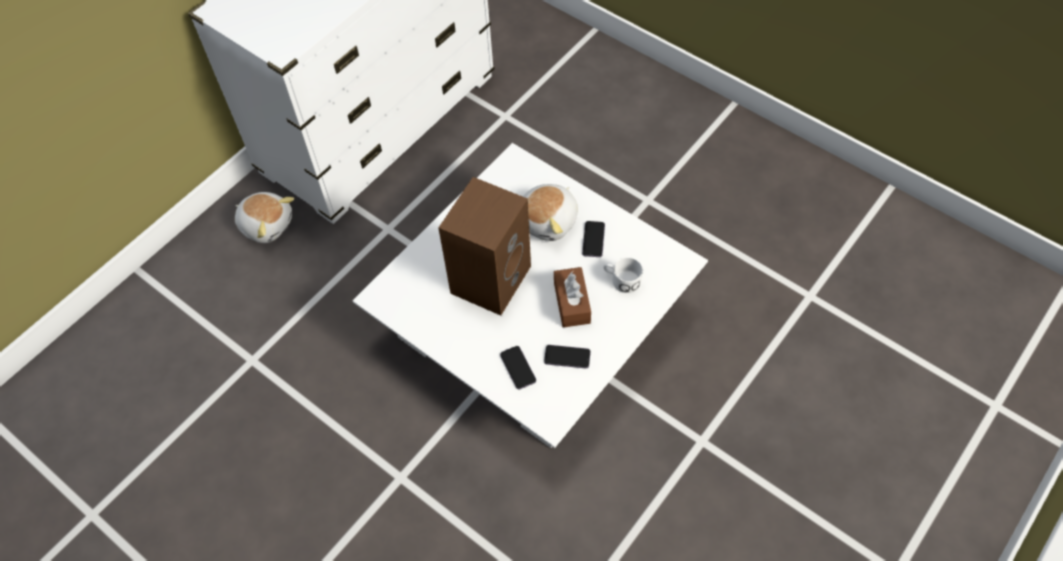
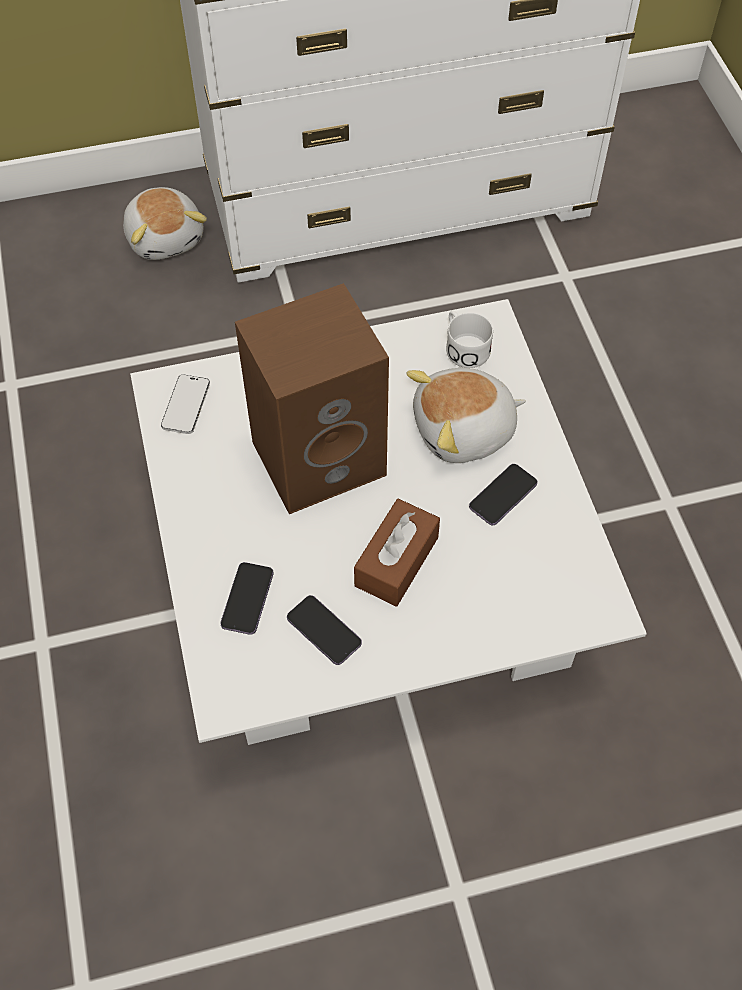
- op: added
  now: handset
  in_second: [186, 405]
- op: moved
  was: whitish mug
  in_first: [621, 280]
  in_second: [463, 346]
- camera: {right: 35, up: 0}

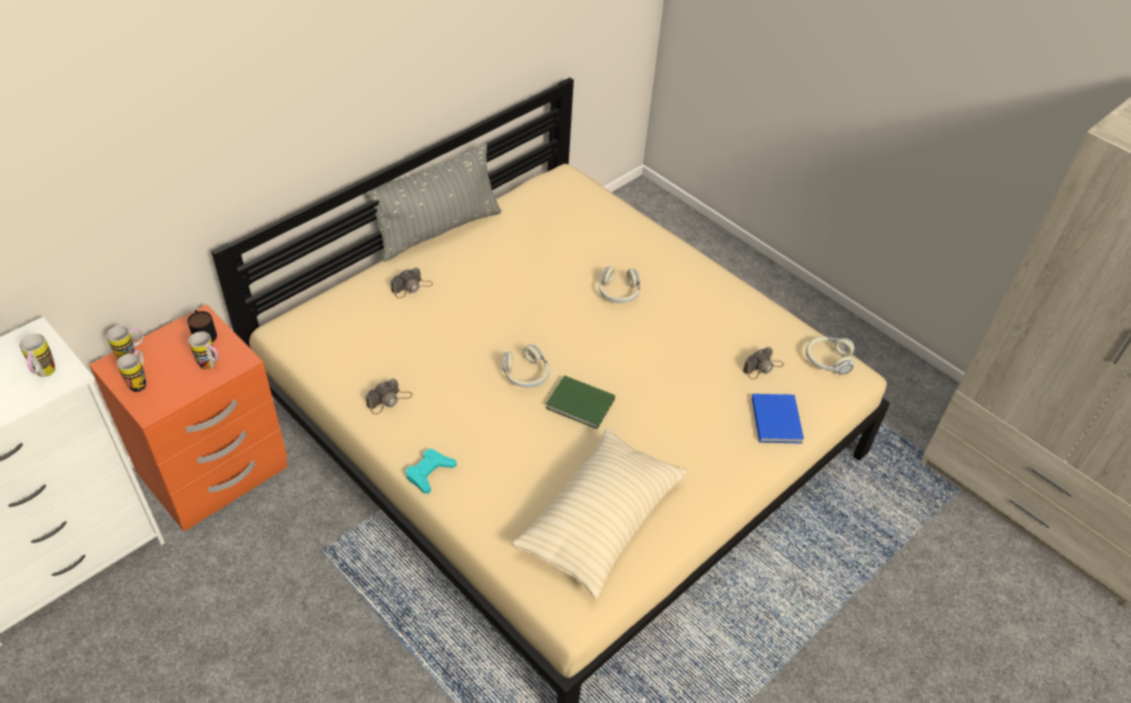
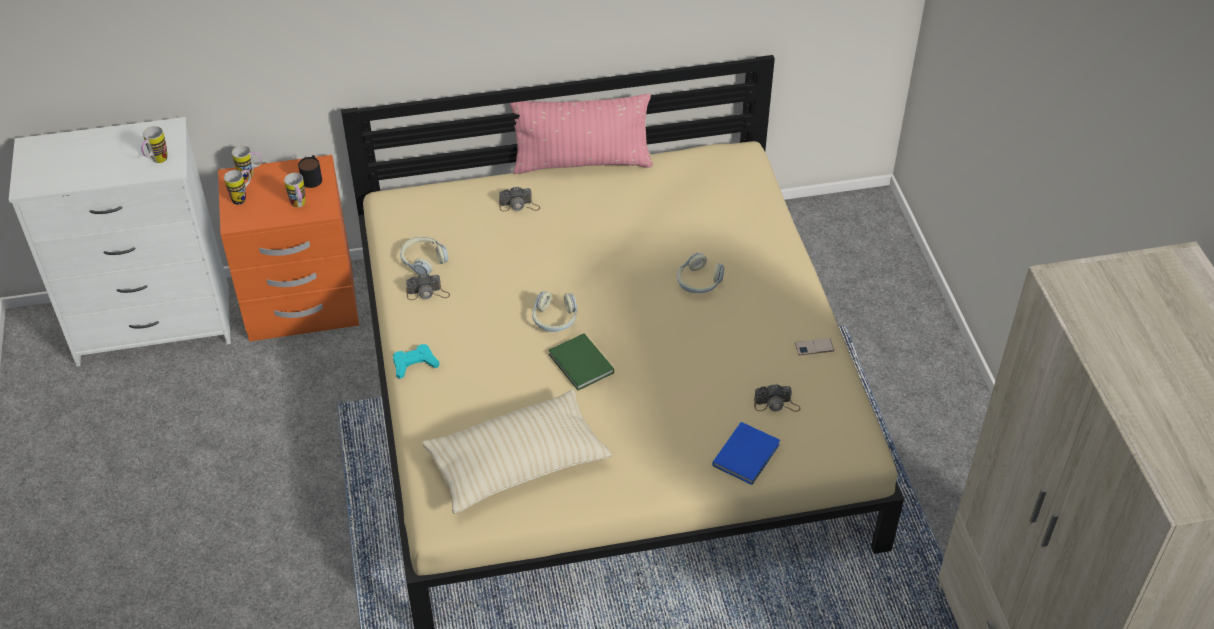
- op: moved
  was: headphones
  in_first: [827, 360]
  in_second: [423, 260]
- op: recoloured
  was: grey pillow
  now: pinkish pillow
  in_first: [438, 230]
  in_second: [582, 163]
- op: added
  now: handset
  in_second: [814, 347]
- camera: {right: 35, up: 0}

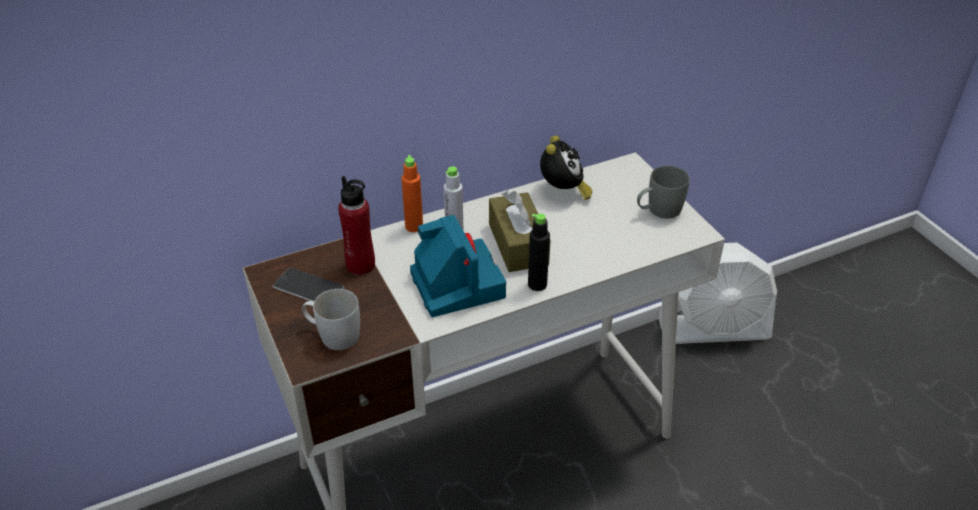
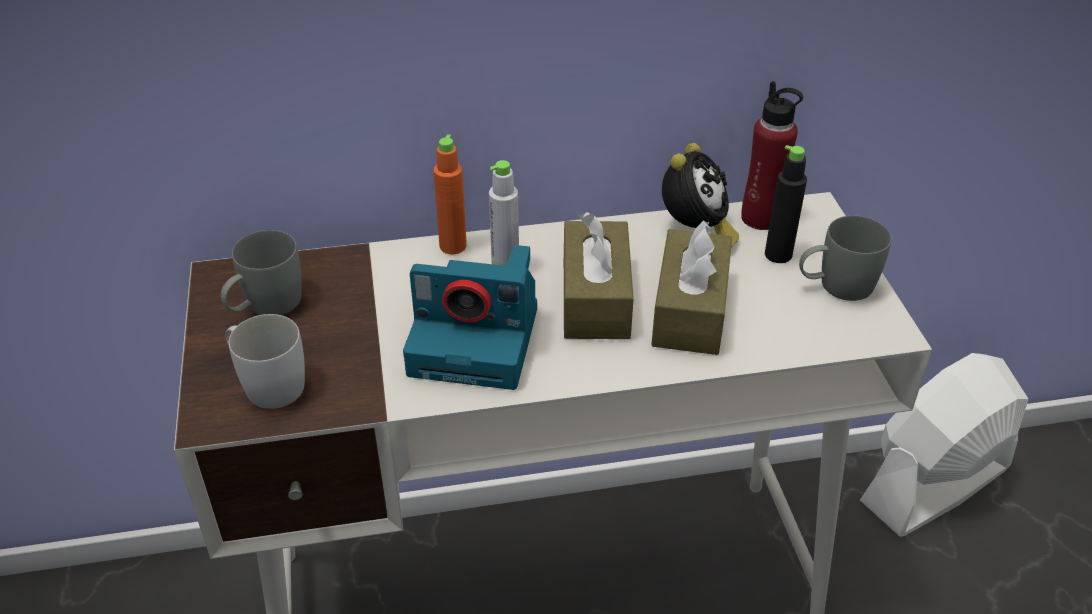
- op: replaced
  was: handset
  now: grey mug
  in_first: [308, 287]
  in_second: [265, 306]
- op: turned
  was: still camera
  in_first: [455, 283]
  in_second: [478, 340]
  clockwise: 105
- op: added
  now: brown box of tissues
  in_second: [690, 310]
- op: moved
  was: reddish bottle
  in_first: [360, 265]
  in_second: [761, 218]
- op: moved
  was: blackish bottle
  in_first: [537, 284]
  in_second: [778, 255]
- op: turned
  was: whitish fan
  in_first: [714, 329]
  in_second: [934, 485]
  clockwise: 135
- camera: {right: 15, up: 0}

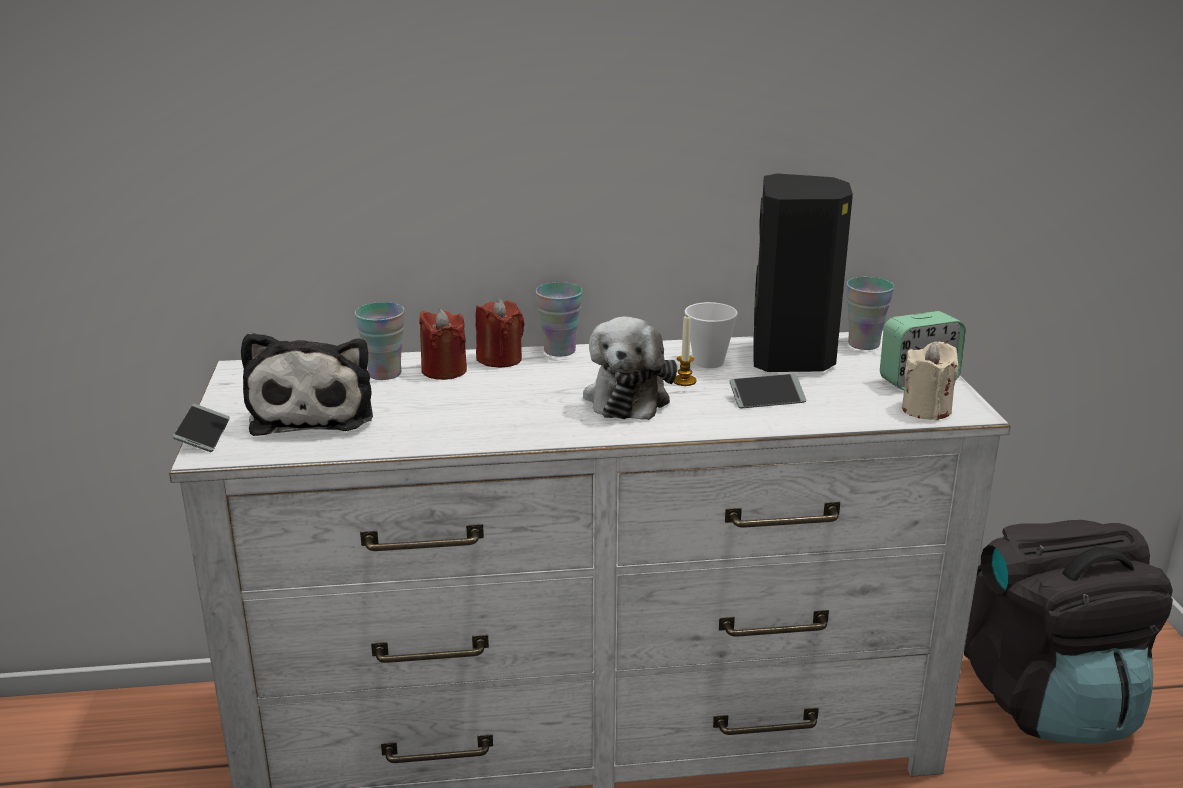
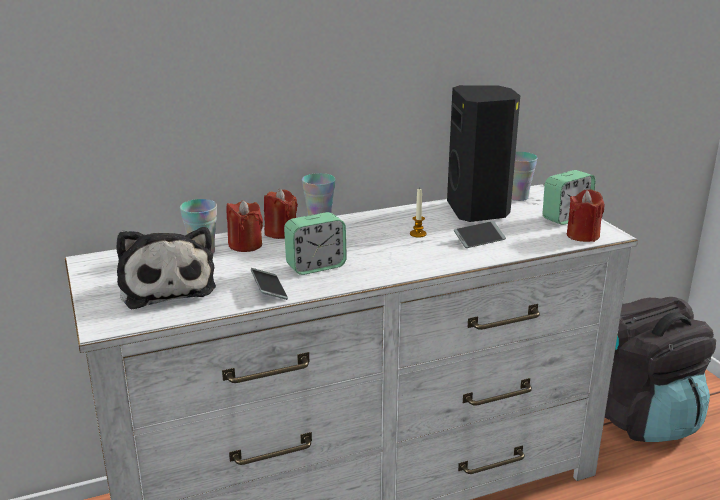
- op: moved
  was: handset
  in_first: [203, 435]
  in_second: [269, 289]
- op: added
  now: table clock
  in_second: [316, 266]
- op: recoloured
  was: beige wax light
  now: reddish wax light
  in_first: [926, 410]
  in_second: [582, 235]
- op: removed
  was: plush toy
  in_first: [628, 397]
- op: removed
  was: small cup
  in_first: [708, 362]
- camera: {right: -15, up: 0}

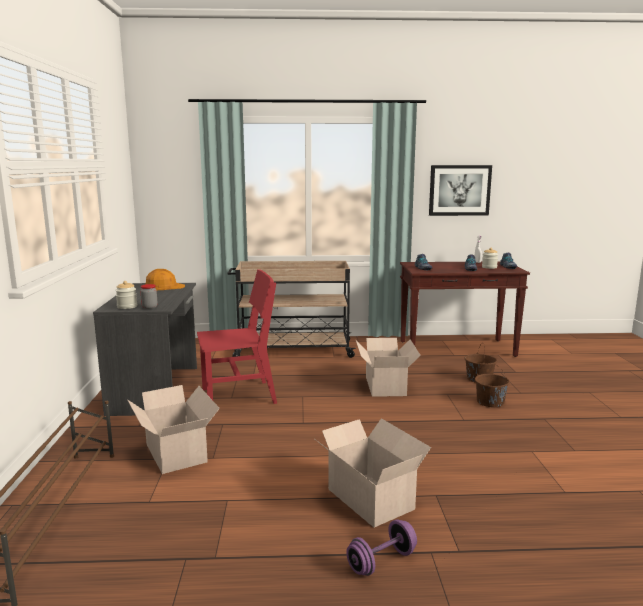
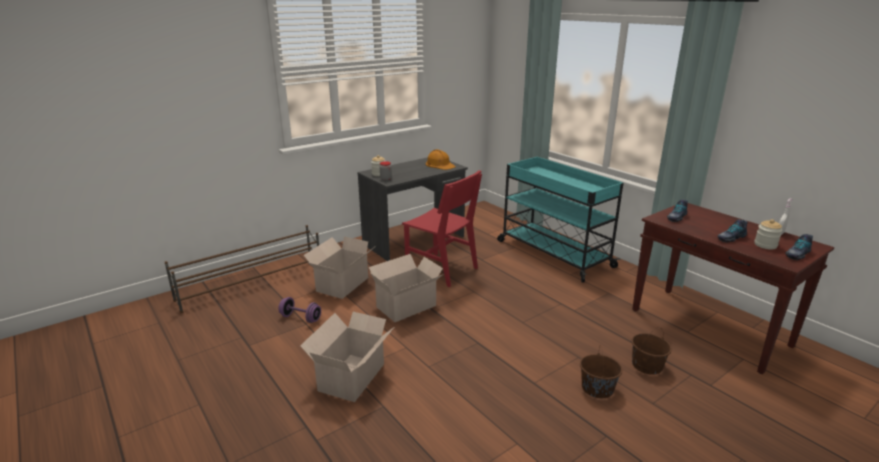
- op: moved
  was: purple free weight
  in_first: [381, 561]
  in_second: [300, 318]
- op: moved
  was: cardboard box
  in_first: [385, 385]
  in_second: [408, 306]
- op: recoloured
  was: beige cart
  now: turquoise-coloured cart
  in_first: [292, 350]
  in_second: [552, 253]
- op: removed
  was: picture
  in_first: [459, 190]
- camera: {right: 55, up: 10}

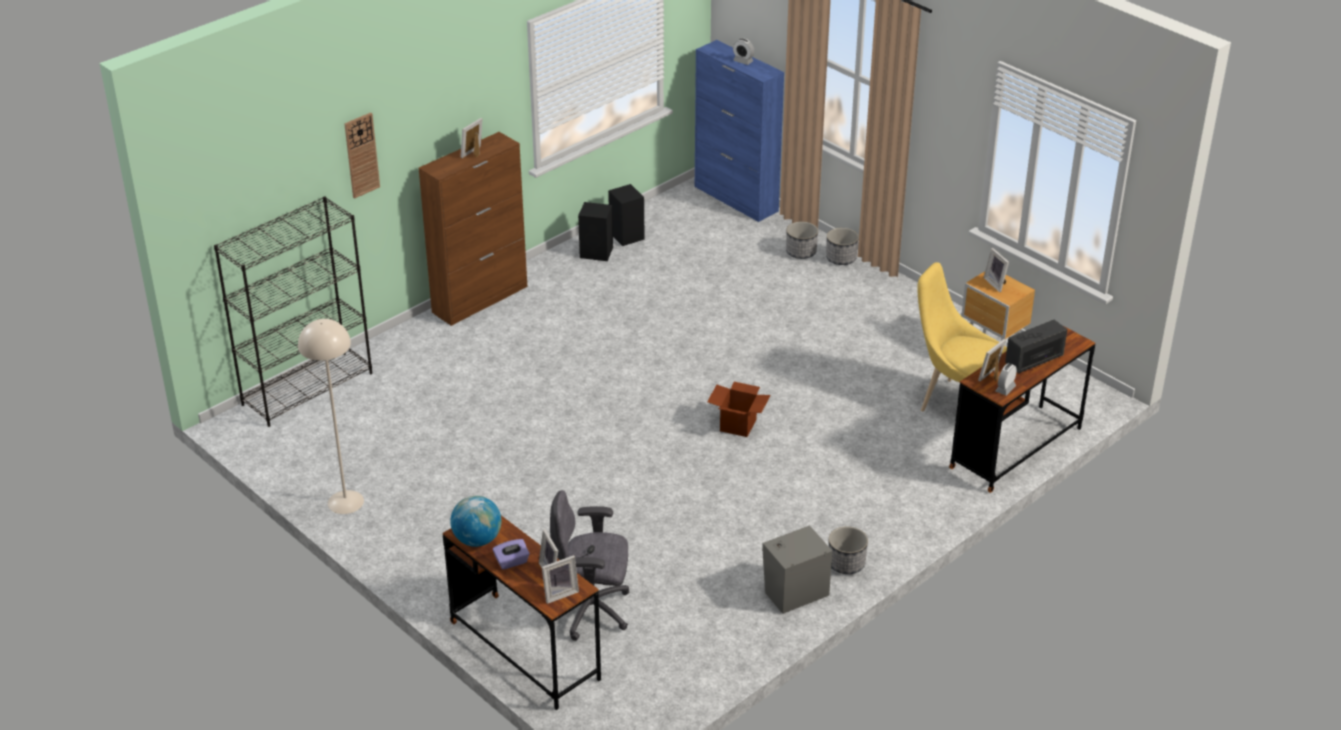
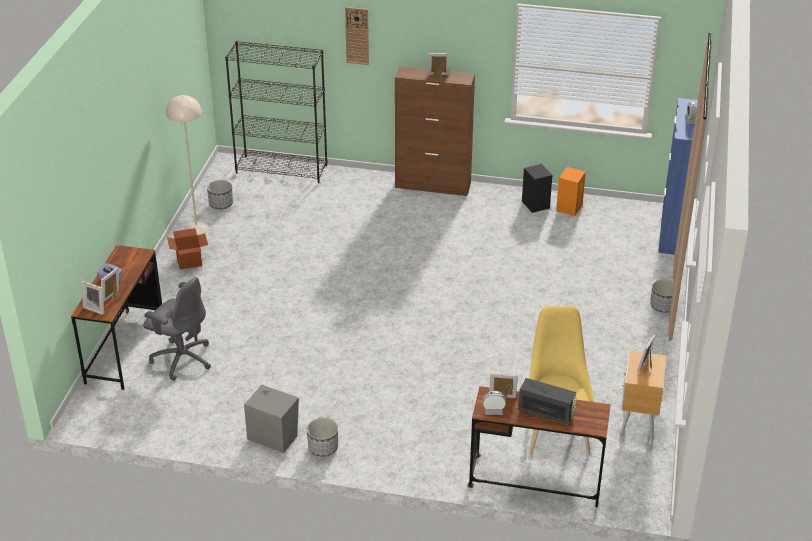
- op: turned
  was: grey desk chair
  in_first: [591, 611]
  in_second: [181, 359]
  clockwise: 150
- op: moved
  was: cardboard box
  in_first: [738, 425]
  in_second: [189, 261]
- op: moved
  was: plant pot
  in_first: [801, 252]
  in_second: [221, 204]
- op: recoloured
  was: blackish audio speaker
  now: orange-coloured audio speaker
  in_first: [626, 235]
  in_second: [569, 207]
- op: removed
  was: world globe
  in_first: [477, 539]
- camera: {right: 55, up: 0}

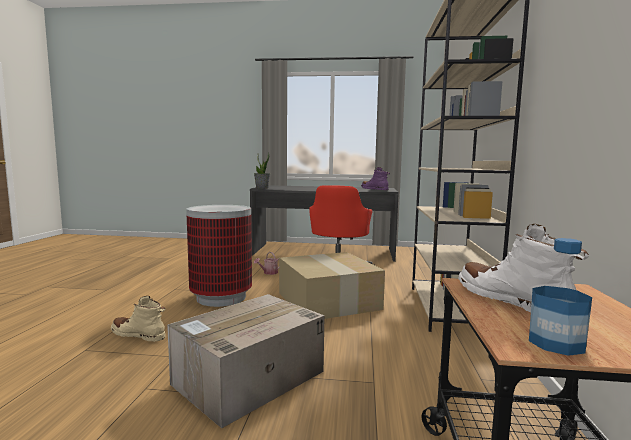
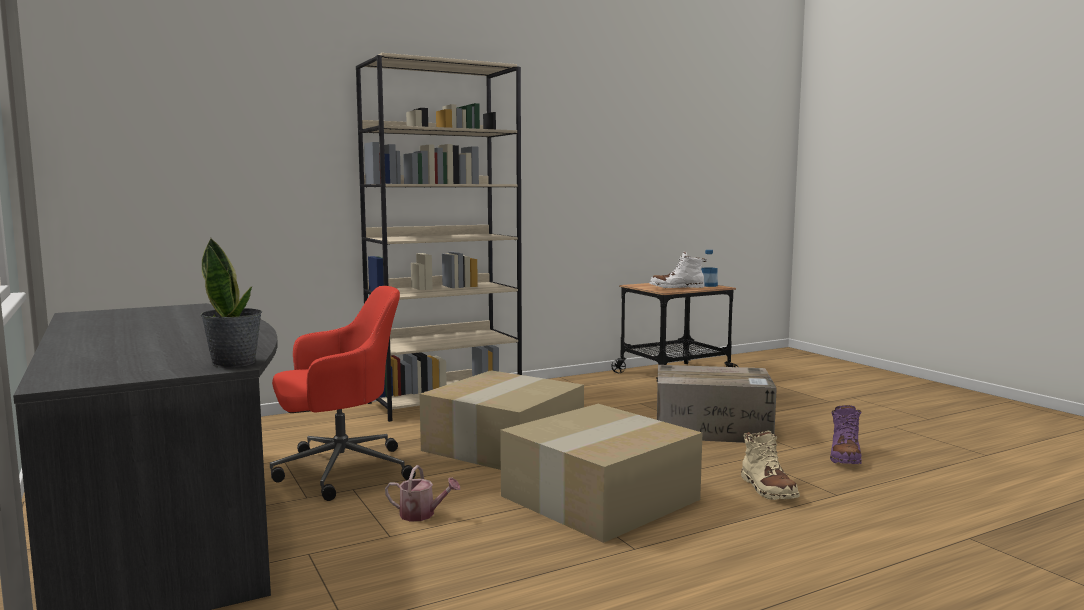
- op: replaced
  was: rubbish bin
  now: cardboard box
  in_first: [221, 297]
  in_second: [600, 499]
- op: turned
  was: whitish boot
  in_first: [511, 301]
  in_second: [676, 288]
  clockwise: 60
- op: moved
  was: purple boot
  in_first: [374, 189]
  in_second: [844, 457]
- camera: {right: -125, up: 0}

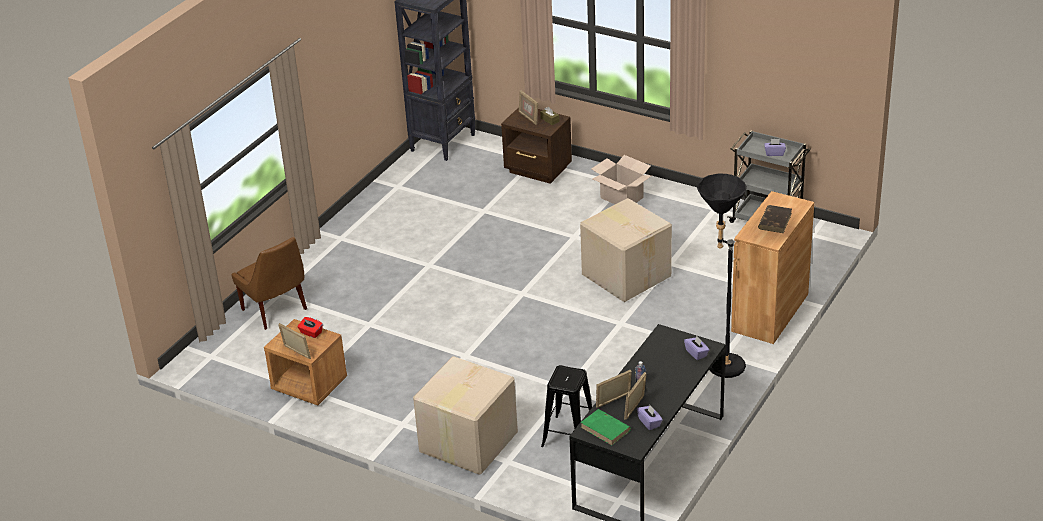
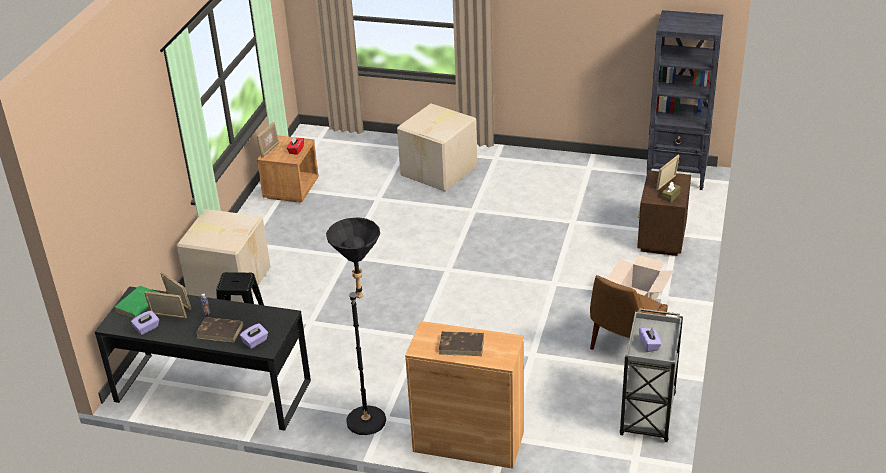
- op: added
  now: brown bound book
  in_second: [220, 331]
- op: moved
  was: cardboard box
  in_first: [626, 275]
  in_second: [440, 171]
- op: moved
  was: brown plain chair
  in_first: [276, 310]
  in_second: [623, 347]
- camera: {right: 75, up: 0}

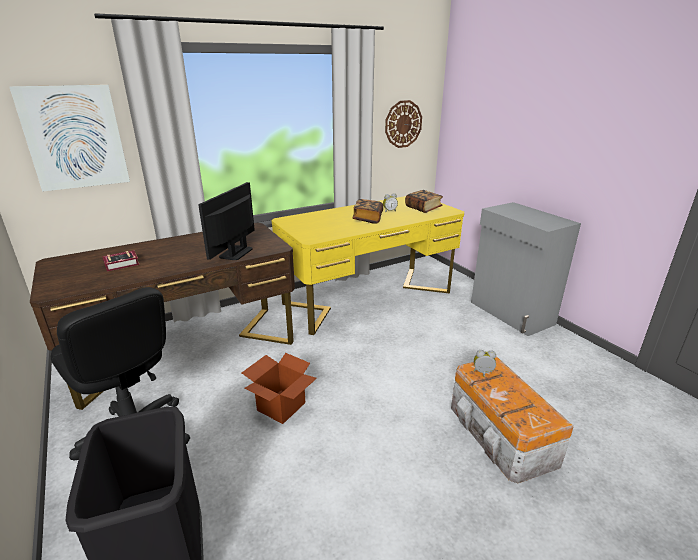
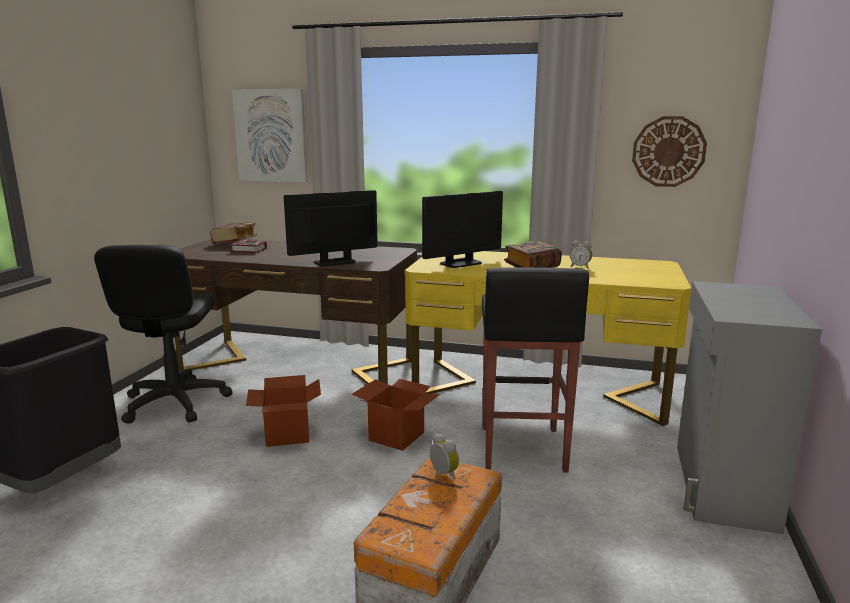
- op: moved
  was: bound book
  in_first: [423, 208]
  in_second: [235, 242]
- op: added
  now: cardboard box
  in_second: [396, 436]
- op: added
  now: computer screen
  in_second: [461, 263]
- op: added
  now: blackish sitting stool
  in_second: [521, 449]
- camera: {right: 45, up: -10}

